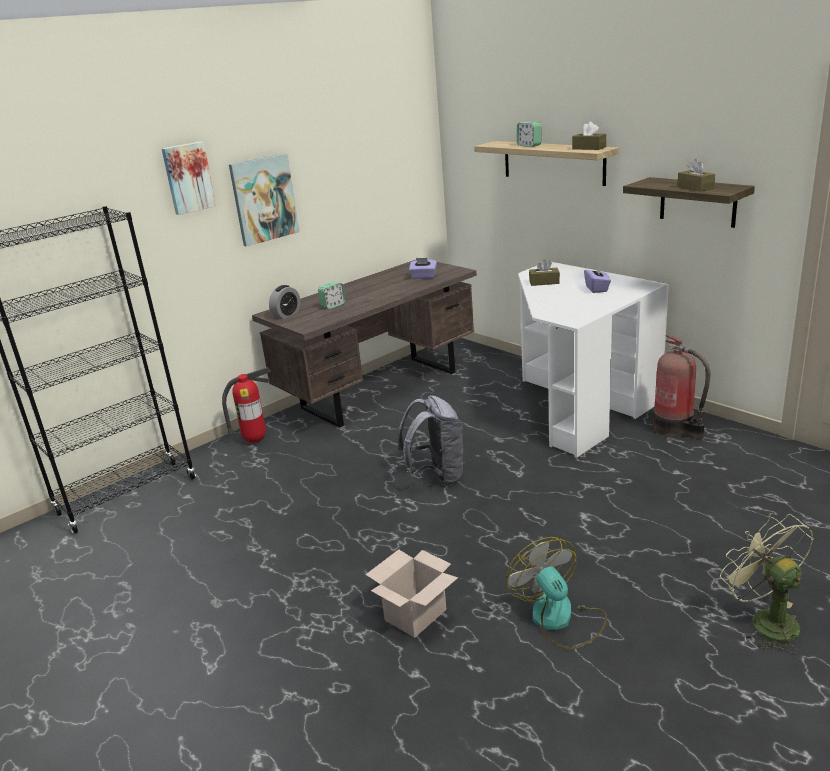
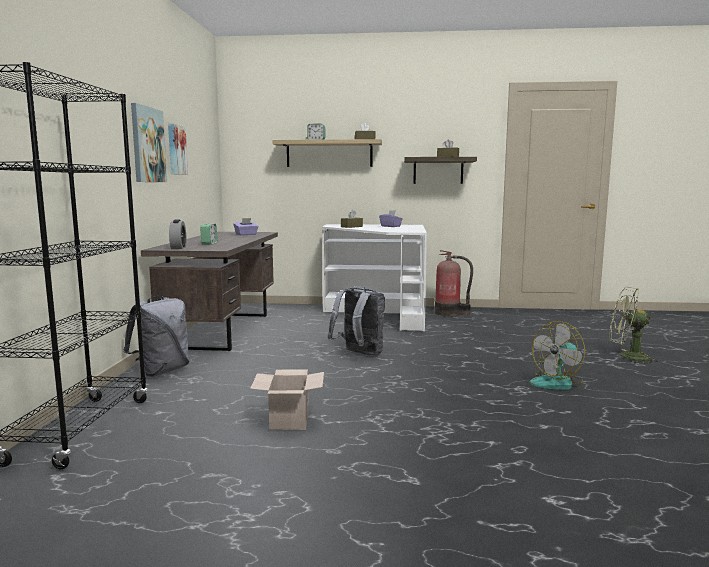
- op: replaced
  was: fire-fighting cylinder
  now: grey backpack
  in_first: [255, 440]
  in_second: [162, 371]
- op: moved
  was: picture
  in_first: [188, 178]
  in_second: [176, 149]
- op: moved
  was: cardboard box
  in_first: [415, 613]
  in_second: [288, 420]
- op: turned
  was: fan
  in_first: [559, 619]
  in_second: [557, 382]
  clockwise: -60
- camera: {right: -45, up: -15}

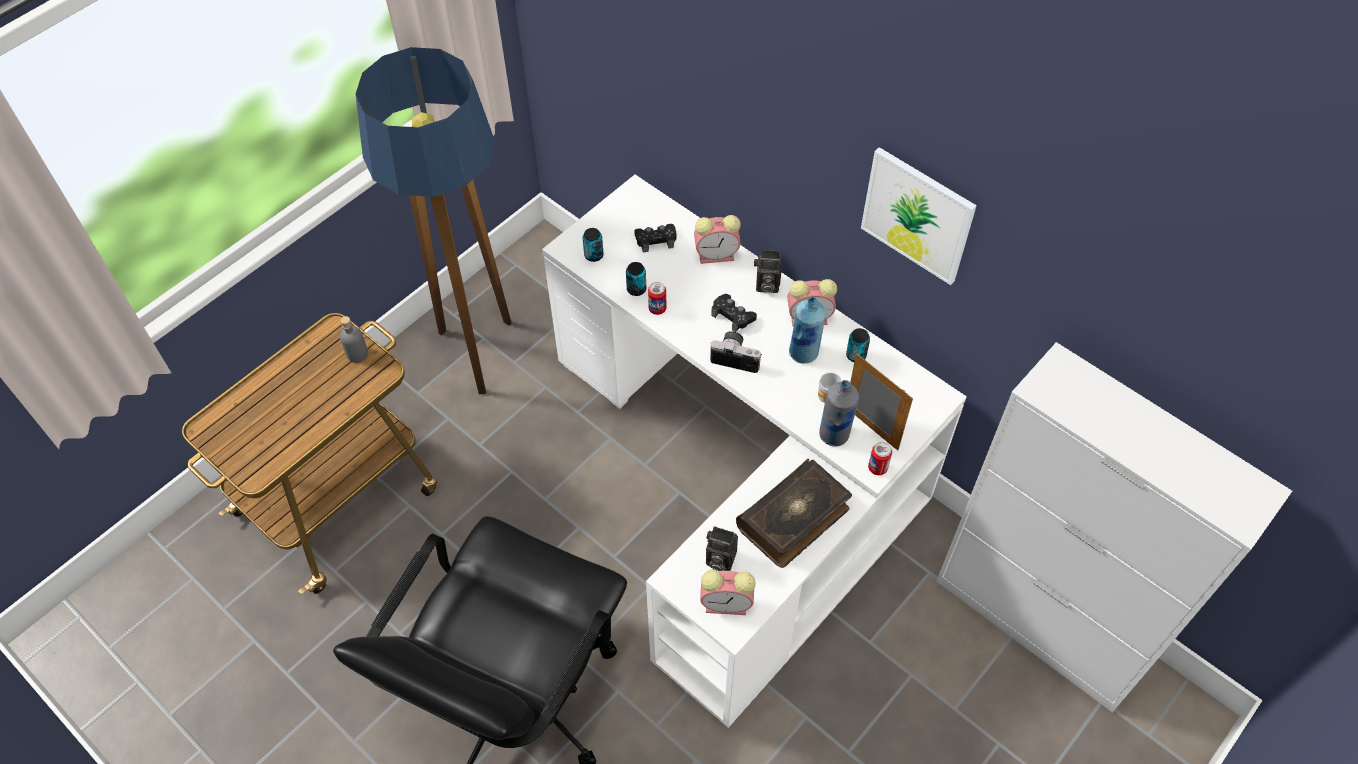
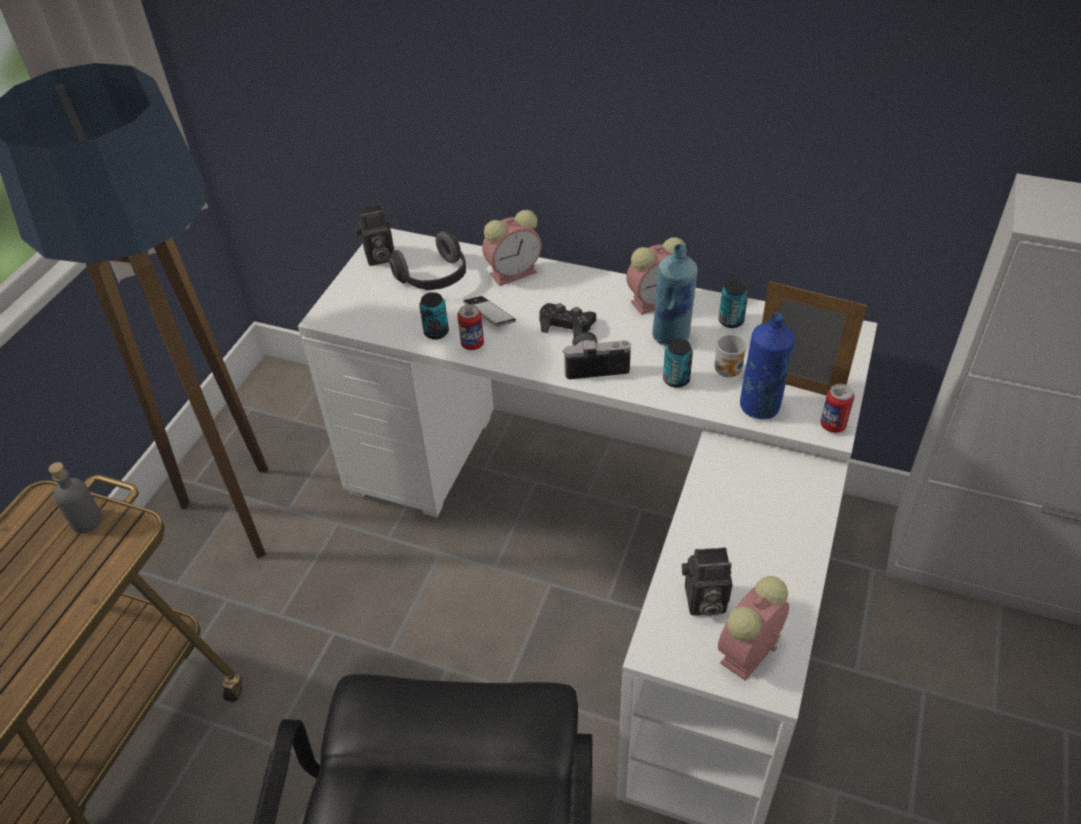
- op: moved
  was: still camera
  in_first: [766, 285]
  in_second: [378, 257]
- op: replaced
  was: blackish joypad
  now: headphones
  in_first: [656, 240]
  in_second: [434, 278]
- op: added
  now: handset
  in_second: [489, 315]
- op: moved
  was: metal can
  in_first: [593, 255]
  in_second: [676, 379]
- op: turned
  was: table clock
  in_first: [728, 604]
  in_second: [748, 654]
  clockwise: 150
- op: recoloured
  was: grey bottle
  now: blue bottle
  in_first: [834, 434]
  in_second: [760, 407]
- op: removed
  was: bound book
  in_first: [794, 519]
- op: removed
  was: picture
  in_first: [917, 215]
- camera: {right: -20, up: -10}

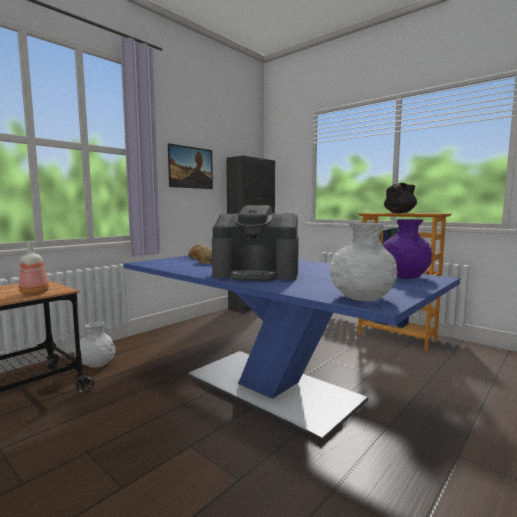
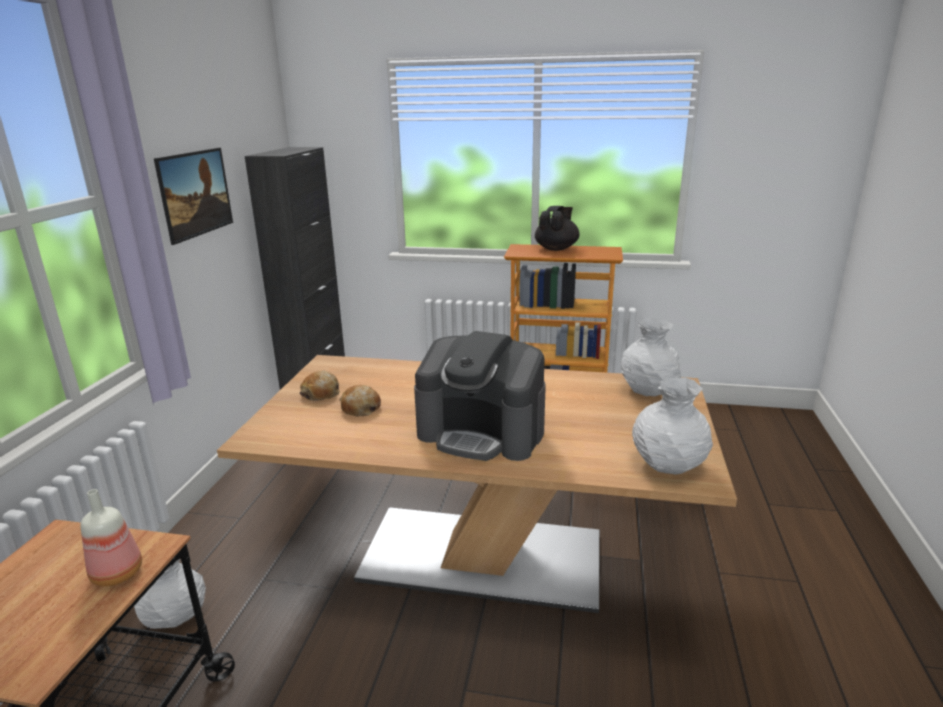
- op: recoloured
  was: blue kitchen table
  now: beige kitchen table
  in_first: [271, 389]
  in_second: [482, 557]
- op: turned
  was: coffee maker
  in_first: [257, 274]
  in_second: [482, 433]
  clockwise: 45
- op: recoloured
  was: purple decorative vase
  now: whitish decorative vase
  in_first: [405, 276]
  in_second: [648, 391]
- camera: {right: -30, up: 15}

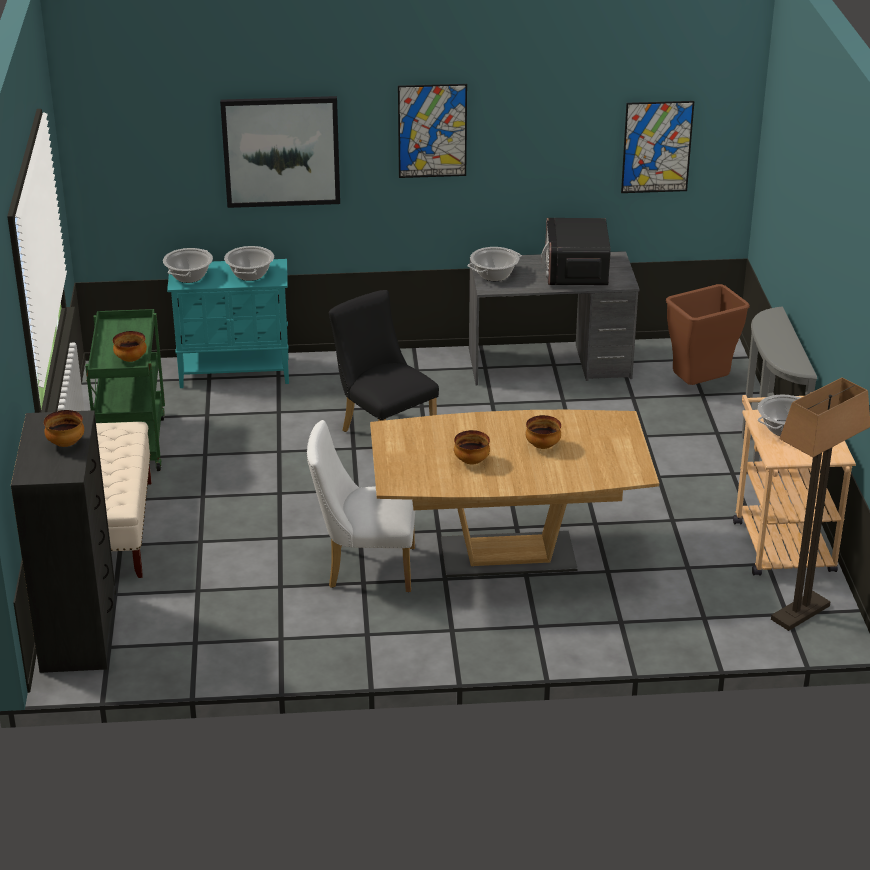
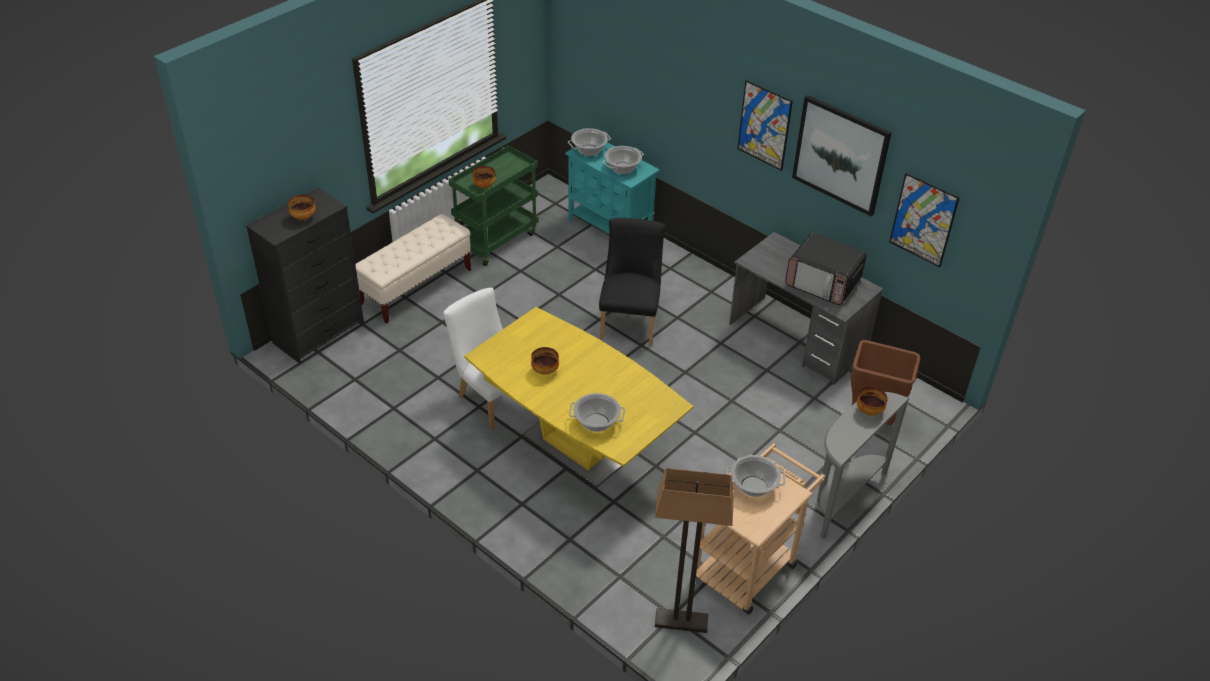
- op: recoloured
  was: brown kitchen table
  now: yellow kitchen table
  in_first: [508, 555]
  in_second: [576, 448]
- op: moved
  was: cooking pot
  in_first: [494, 275]
  in_second: [596, 422]
- op: turned
  was: kitchen microwave
  in_first: [576, 272]
  in_second: [823, 283]
  clockwise: -105
- op: moved
  was: picture
  in_first: [281, 151]
  in_second: [840, 155]
- op: moved
  was: deep dish
  in_first: [542, 446]
  in_second: [869, 411]
- camera: {right: 45, up: 10}

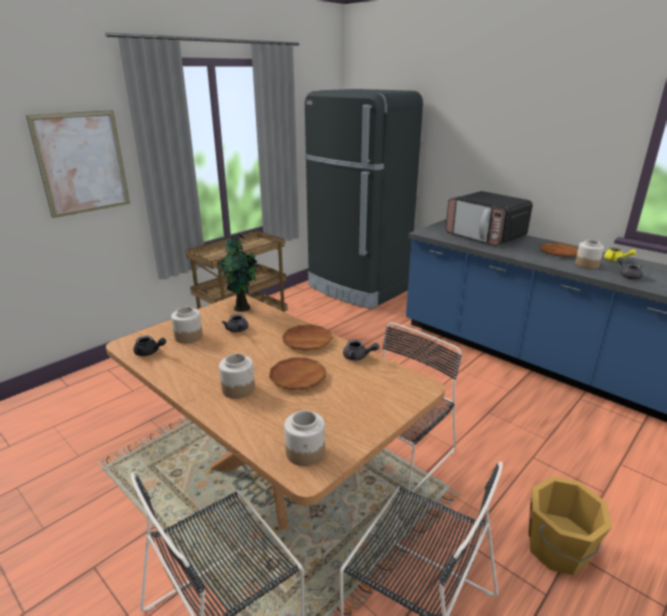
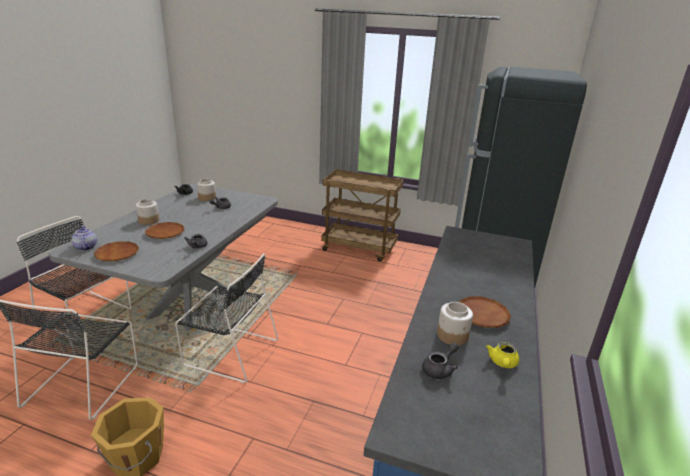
- op: recoloured
  was: brown kitchen table
  now: grey kitchen table
  in_first: [272, 477]
  in_second: [190, 304]
- op: replaced
  was: jar
  now: tea pot
  in_first: [305, 452]
  in_second: [85, 247]
- op: moved
  was: brown plate
  in_first: [307, 341]
  in_second: [117, 254]
- op: removed
  was: picture
  in_first: [82, 163]
- op: removed
  was: plant in a pot
  in_first: [242, 308]
- op: removed
  was: kitchen microwave
  in_first: [486, 236]
- camera: {right: 65, up: 0}

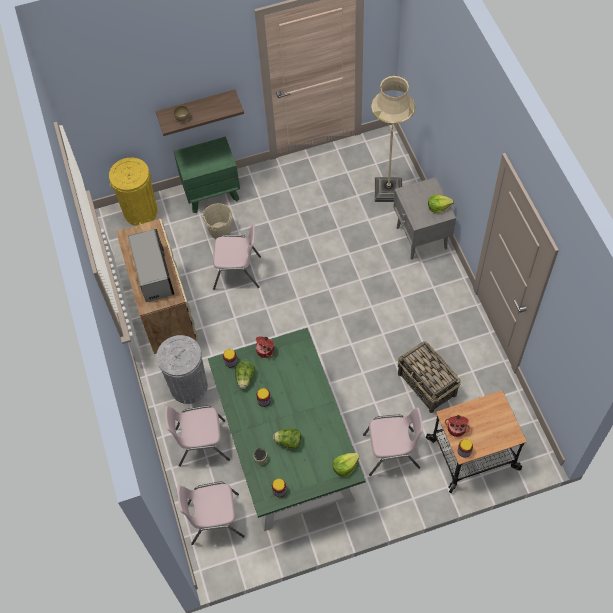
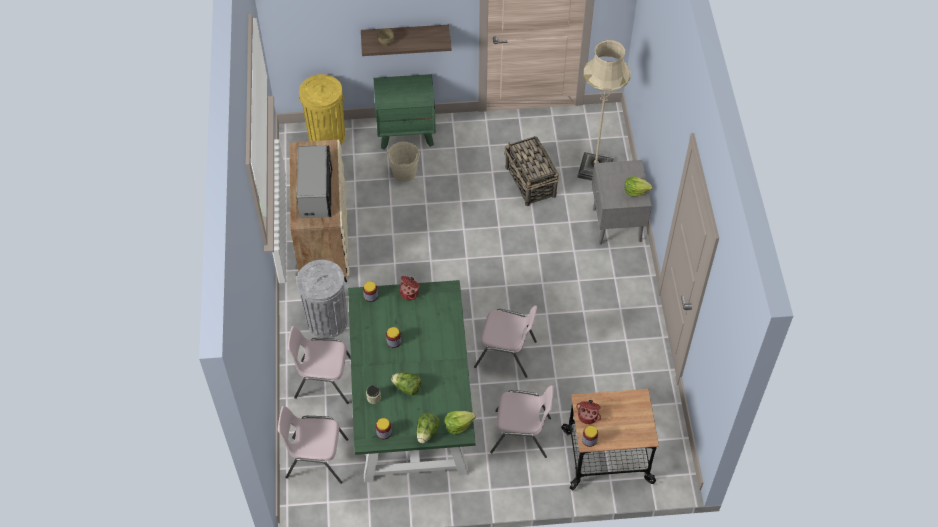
- op: moved
  was: head of lettuce
  in_first: [245, 378]
  in_second: [427, 432]
- op: moved
  was: pinkish plain chair
  in_first: [238, 272]
  in_second: [506, 354]
- op: moved
  was: household basket
  in_first: [427, 385]
  in_second: [530, 182]
- camera: {right: 10, up: -5}

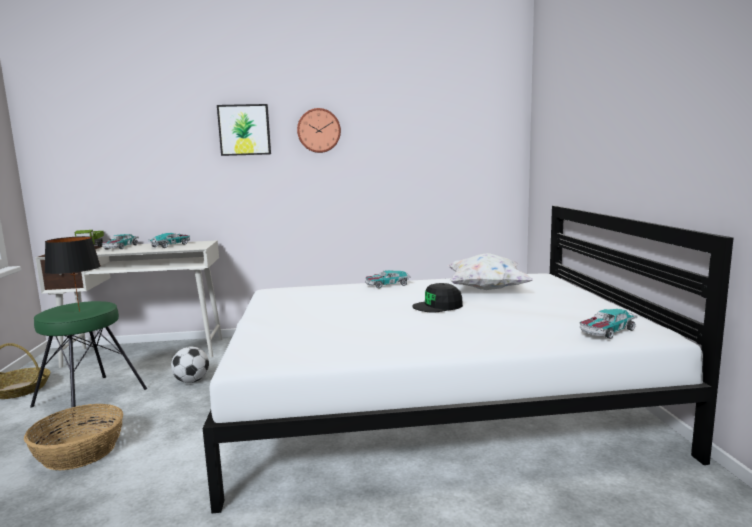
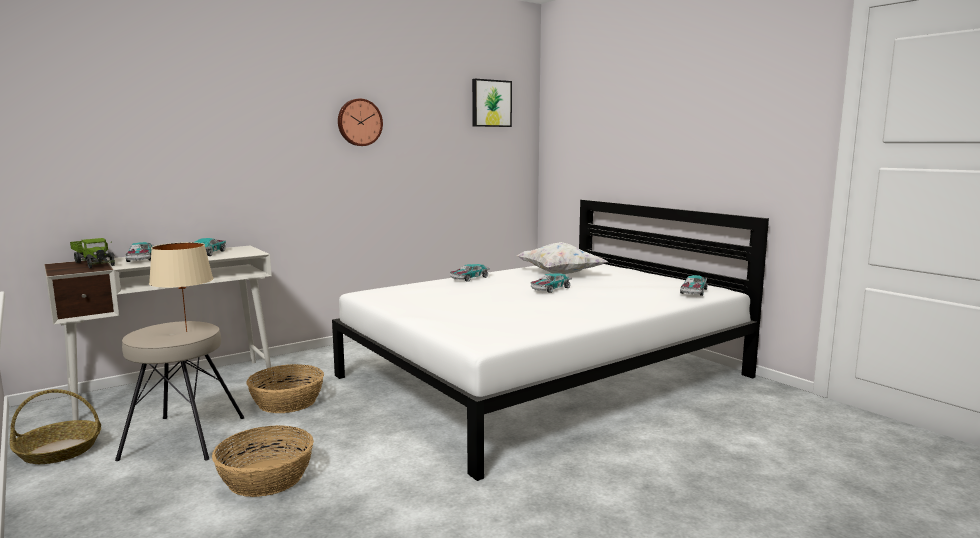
- op: recoloured
  was: green-coloured sitting stool
  now: beige sitting stool
  in_first: [89, 397]
  in_second: [183, 437]
- op: recoloured
  was: blackish lamp for a table
  now: beige lamp for a table
  in_first: [80, 311]
  in_second: [187, 331]
- op: replaced
  was: ball for football
  now: household basket
  in_first: [191, 381]
  in_second: [287, 402]
- op: moved
  was: picture
  in_first: [244, 130]
  in_second: [491, 103]
- op: replaced
  was: blackish peaked cap
  now: toy car
  in_first: [438, 306]
  in_second: [550, 289]
- camera: {right: -30, up: 0}

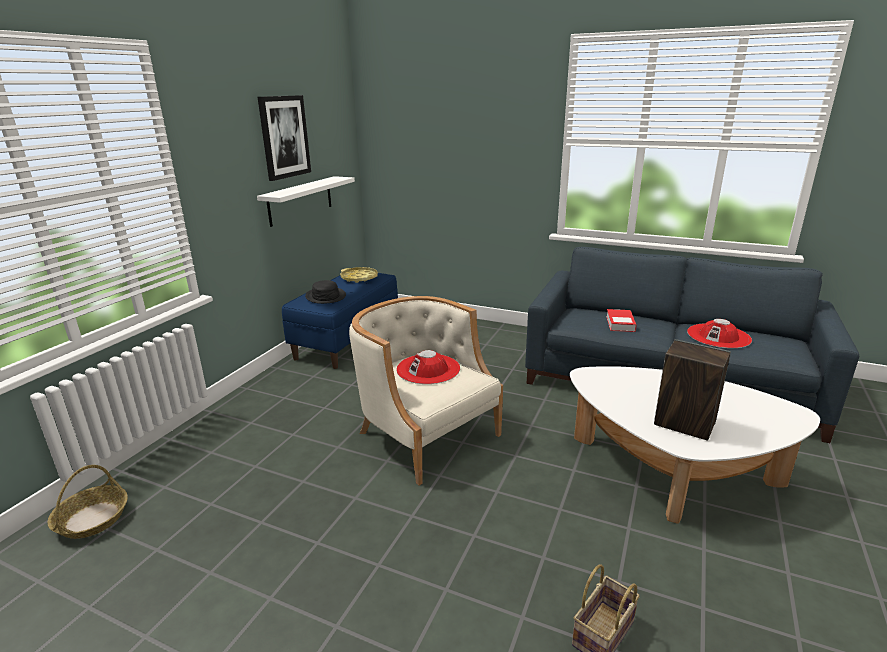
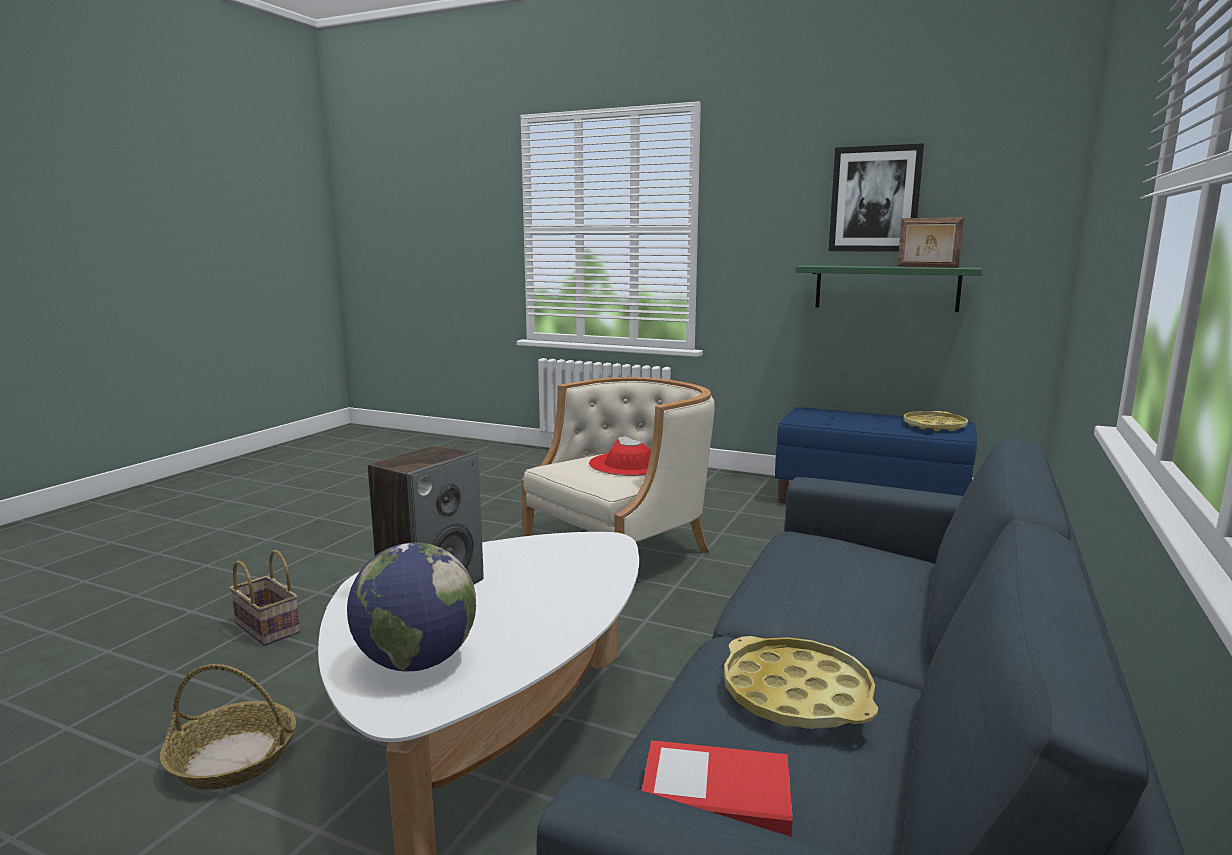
- op: moved
  was: household basket
  in_first: [92, 519]
  in_second: [232, 759]
- op: added
  now: world globe
  in_second: [416, 662]
- op: moved
  was: bound book
  in_first: [620, 324]
  in_second: [715, 804]
- op: replaced
  was: reddish clothing hat
  now: yellow carrying tray
  in_first: [718, 336]
  in_second: [796, 694]
- op: recoloured
  was: whitish bracket shelf
  now: green-coloured bracket shelf
  in_first: [300, 200]
  in_second: [886, 288]
- op: added
  now: picture frame
  in_second: [927, 267]
- op: removed
  was: blackish clothing hat
  in_first: [325, 296]
- camera: {right: 90, up: -10}

